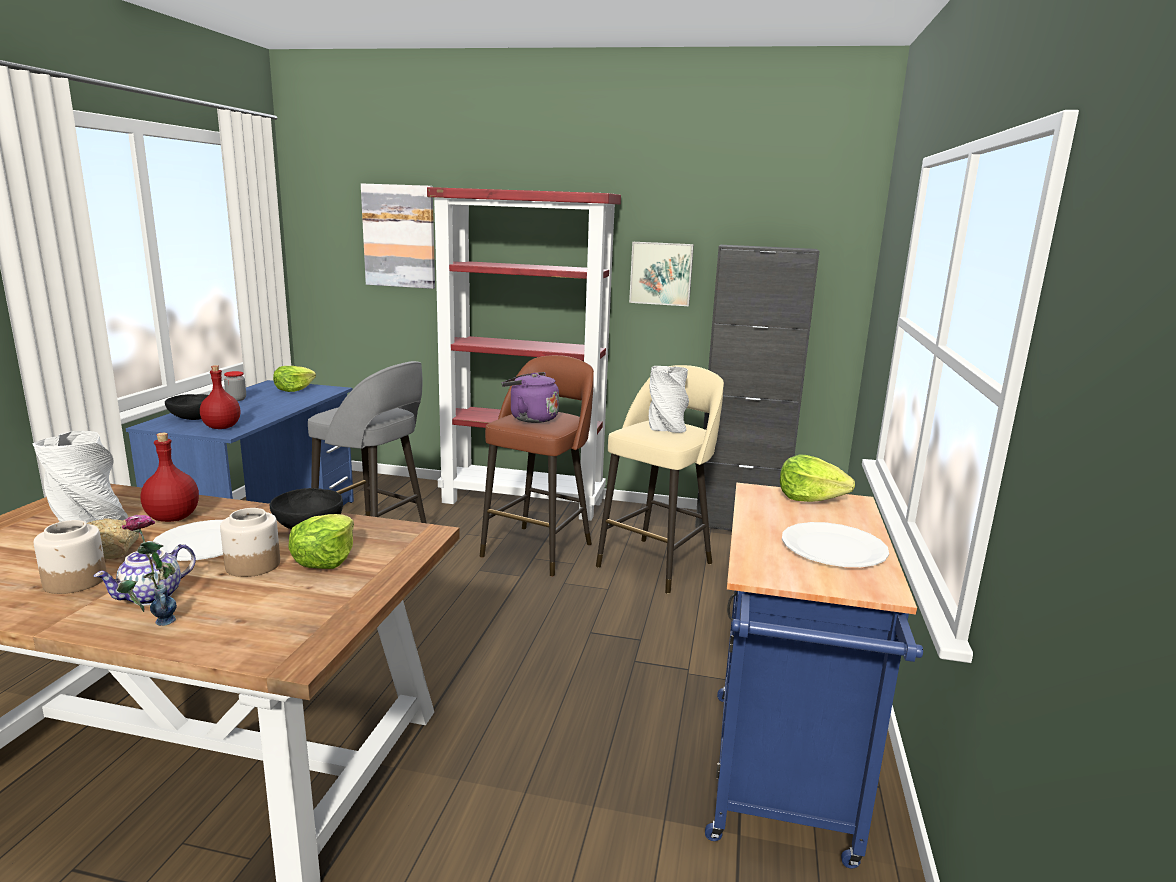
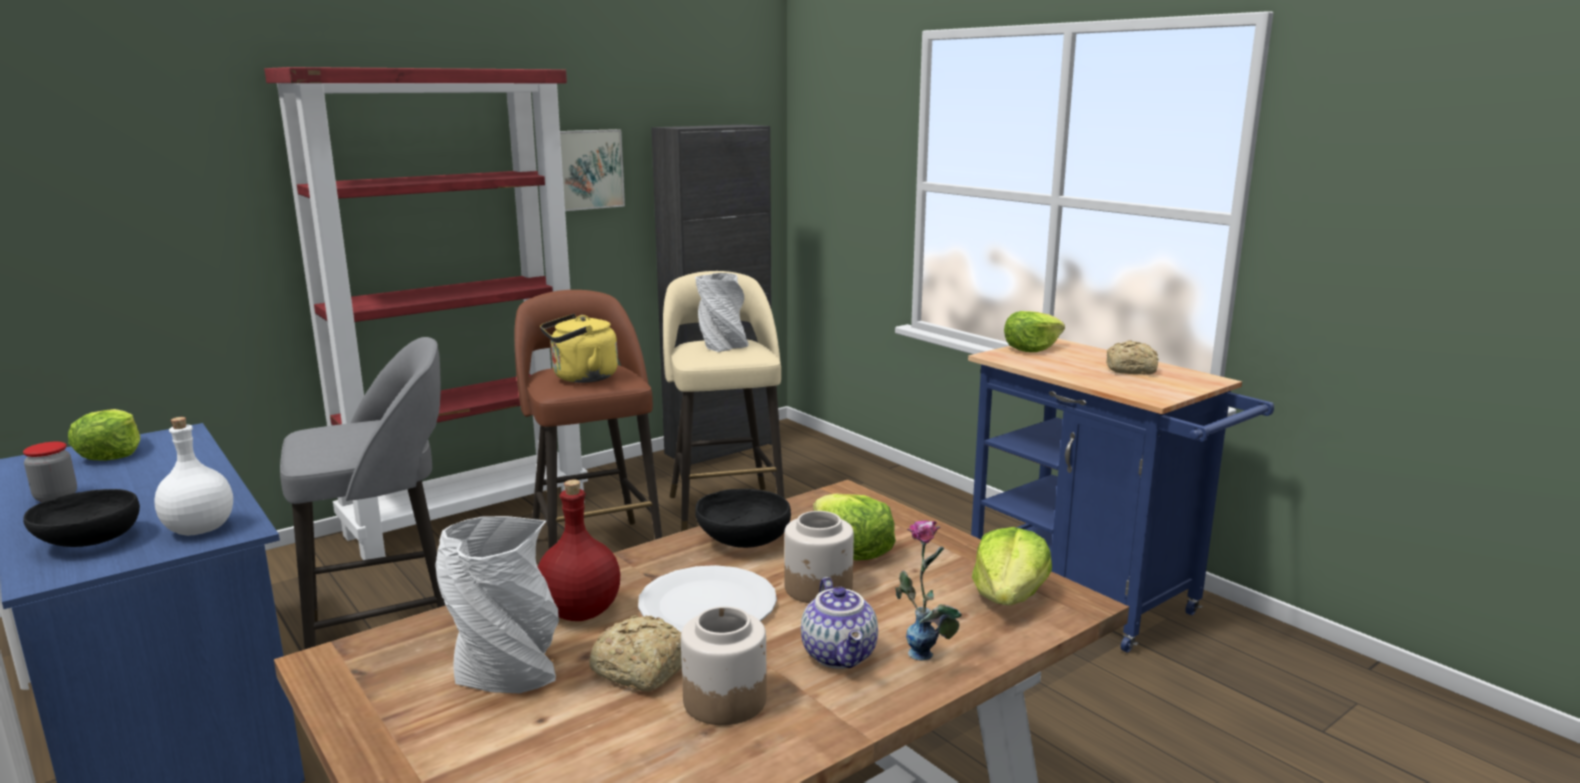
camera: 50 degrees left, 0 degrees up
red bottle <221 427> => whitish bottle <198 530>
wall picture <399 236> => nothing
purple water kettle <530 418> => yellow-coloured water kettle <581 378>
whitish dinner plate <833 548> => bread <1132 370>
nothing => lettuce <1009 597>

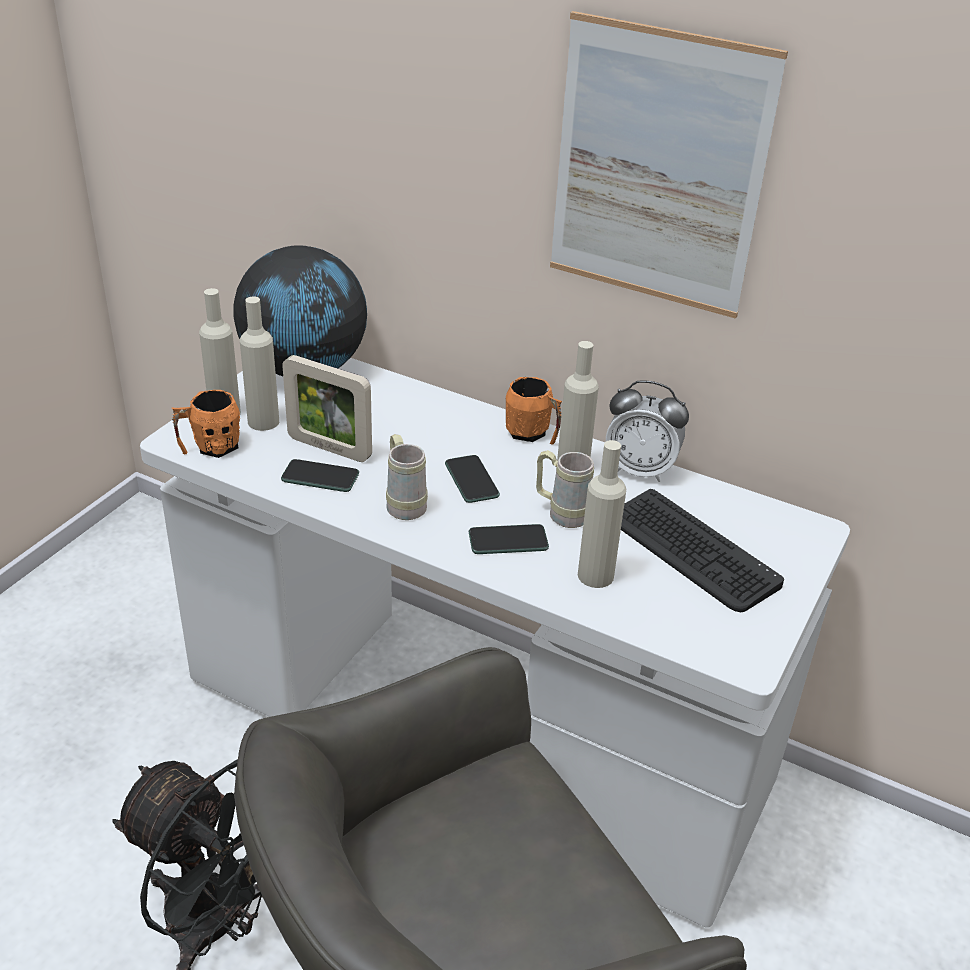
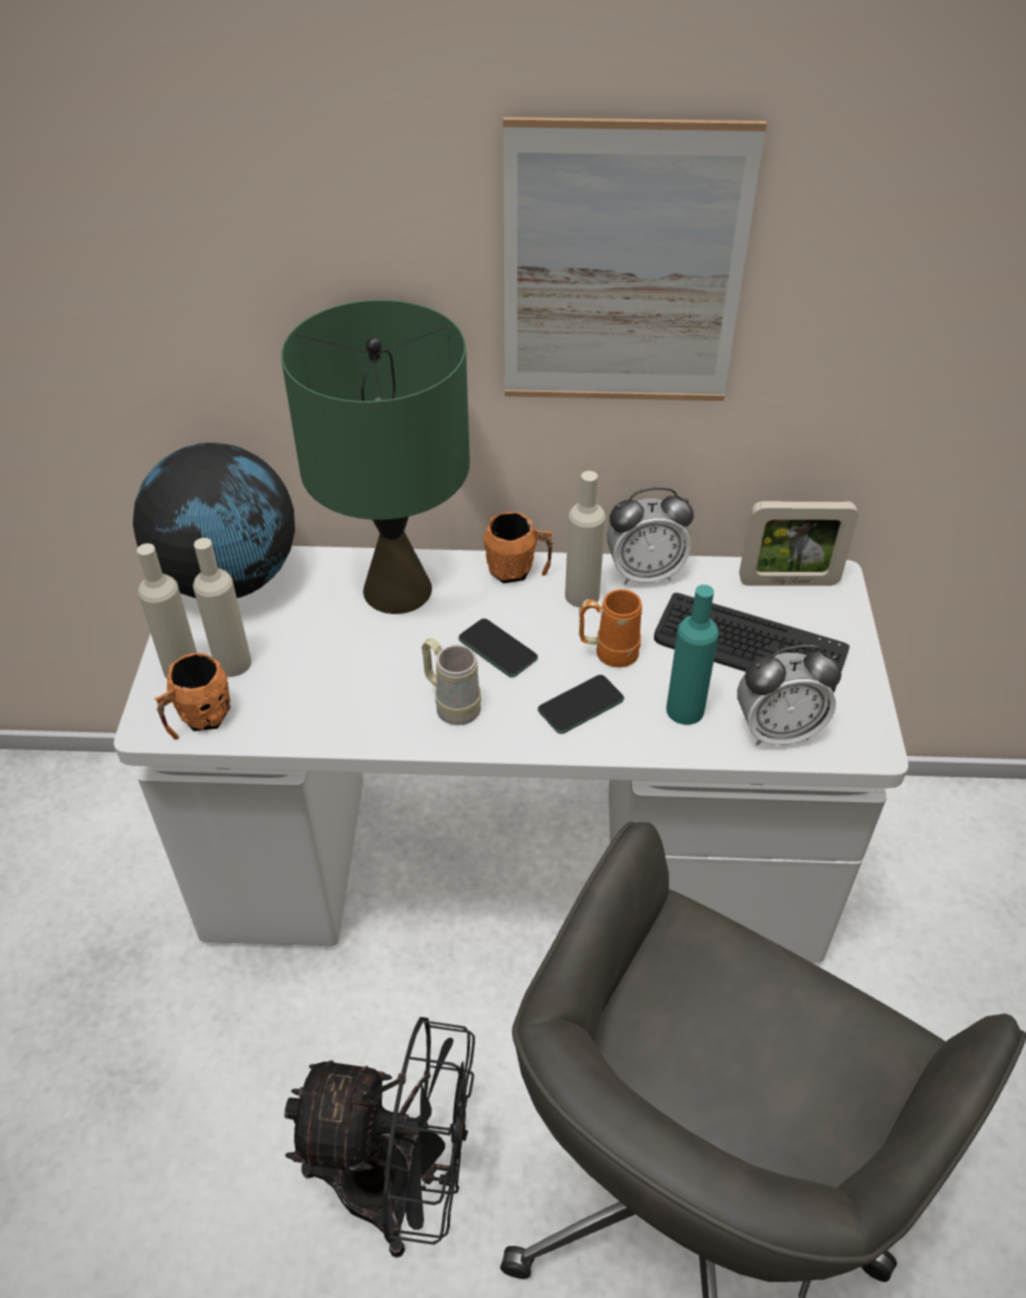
camera: 25 degrees left, 10 degrees up
telephone <320 477> => nothing
photo frame <329 448> => photo frame <788 582>, shifted
beige coffee mug <561 513> => orangey coffee mug <607 653>
beige bottle <595 575> => turquoise-coloured bottle <685 710>
nothing => greenish table lamp <398 590>
nothing => bedside clock <777 731>

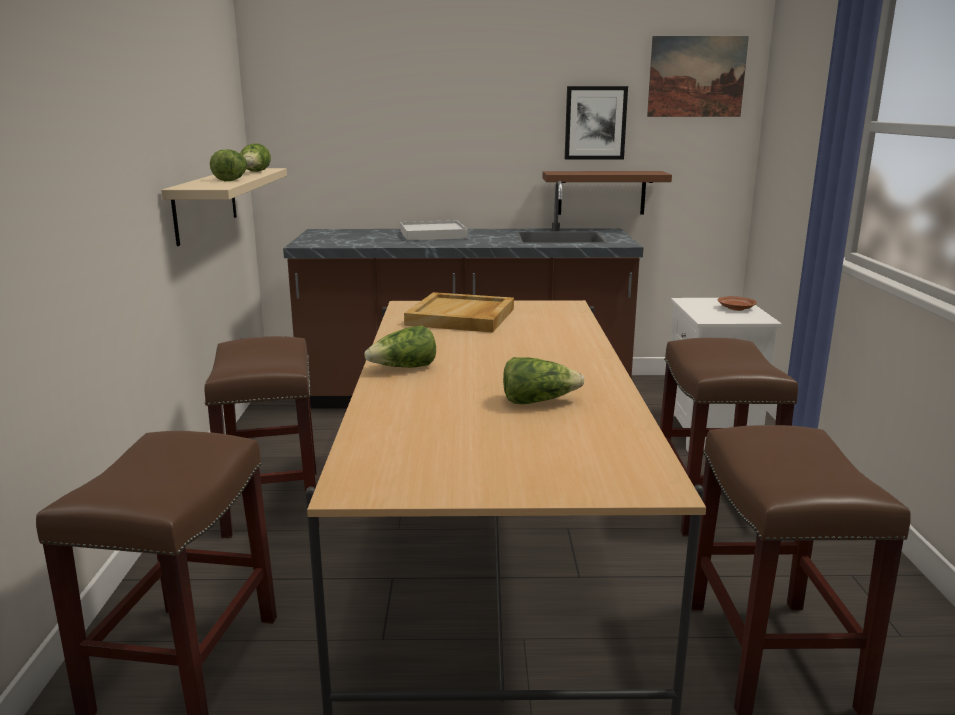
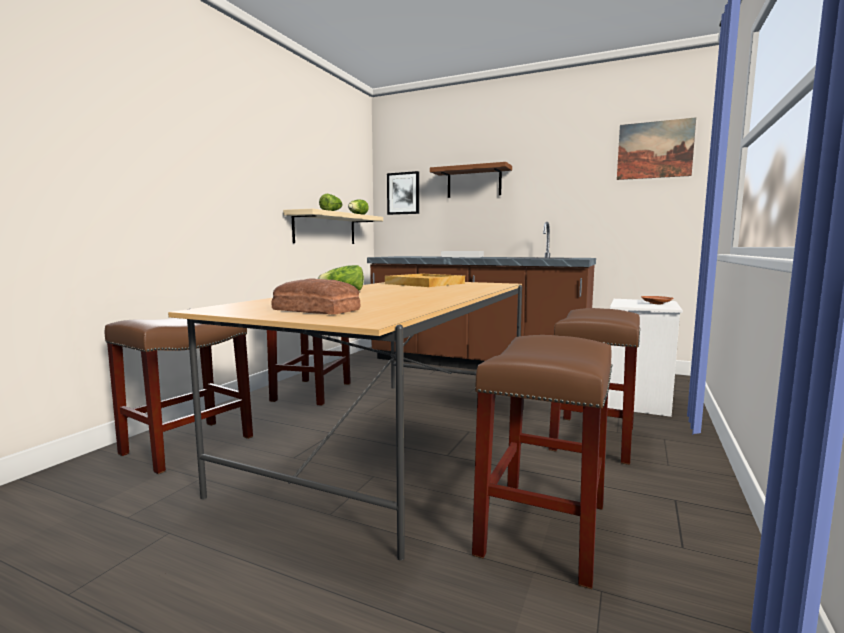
camera: 25 degrees right, 10 degrees down
lettuce <538 401> => nothing
brownish wall shelf <601 192> => brownish wall shelf <474 182>, shifted
wall picture <595 123> => wall picture <403 193>, shifted
nothing => bread <316 310>

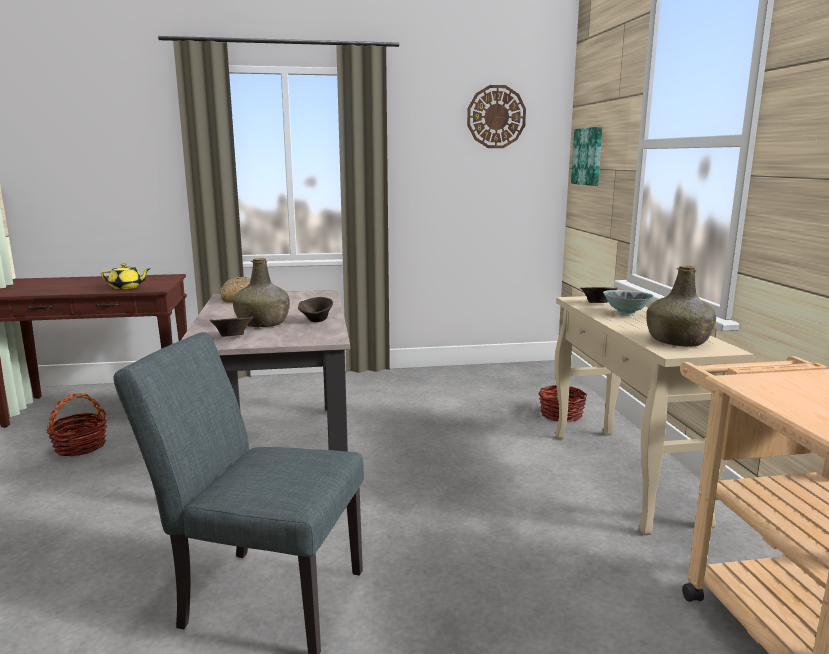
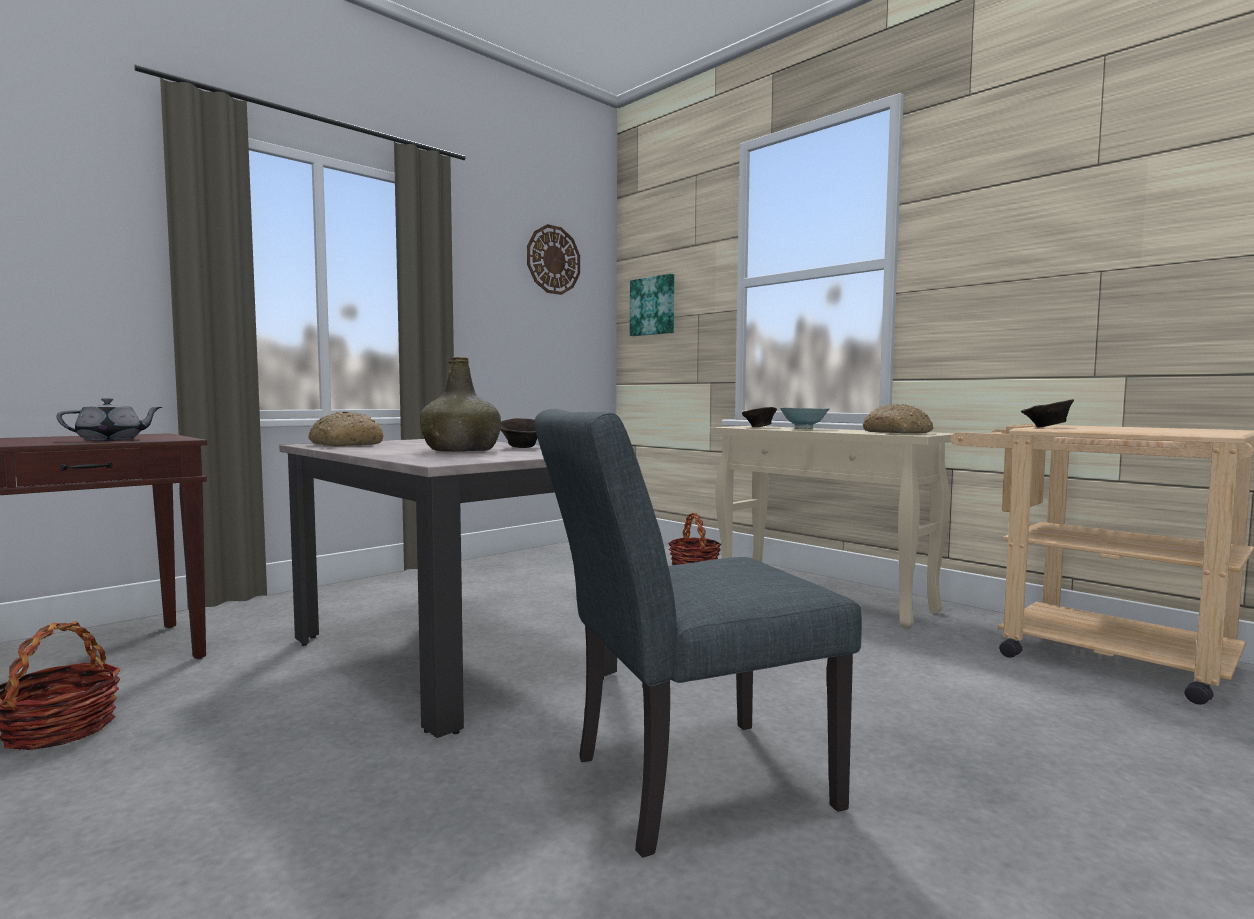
camera: 35 degrees left, 10 degrees down
yellow-coloured tea pot <127 287> => grey tea pot <111 440>
brownish deep dish <232 337> => brownish deep dish <1046 427>, shifted
greenish bottle <678 341> => bread <898 432>

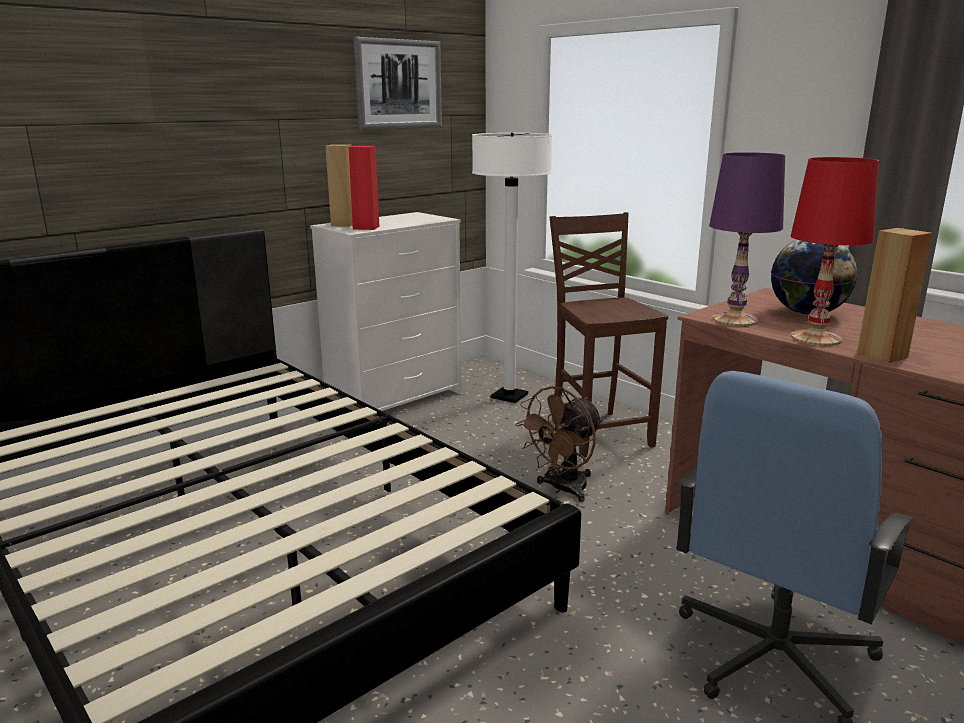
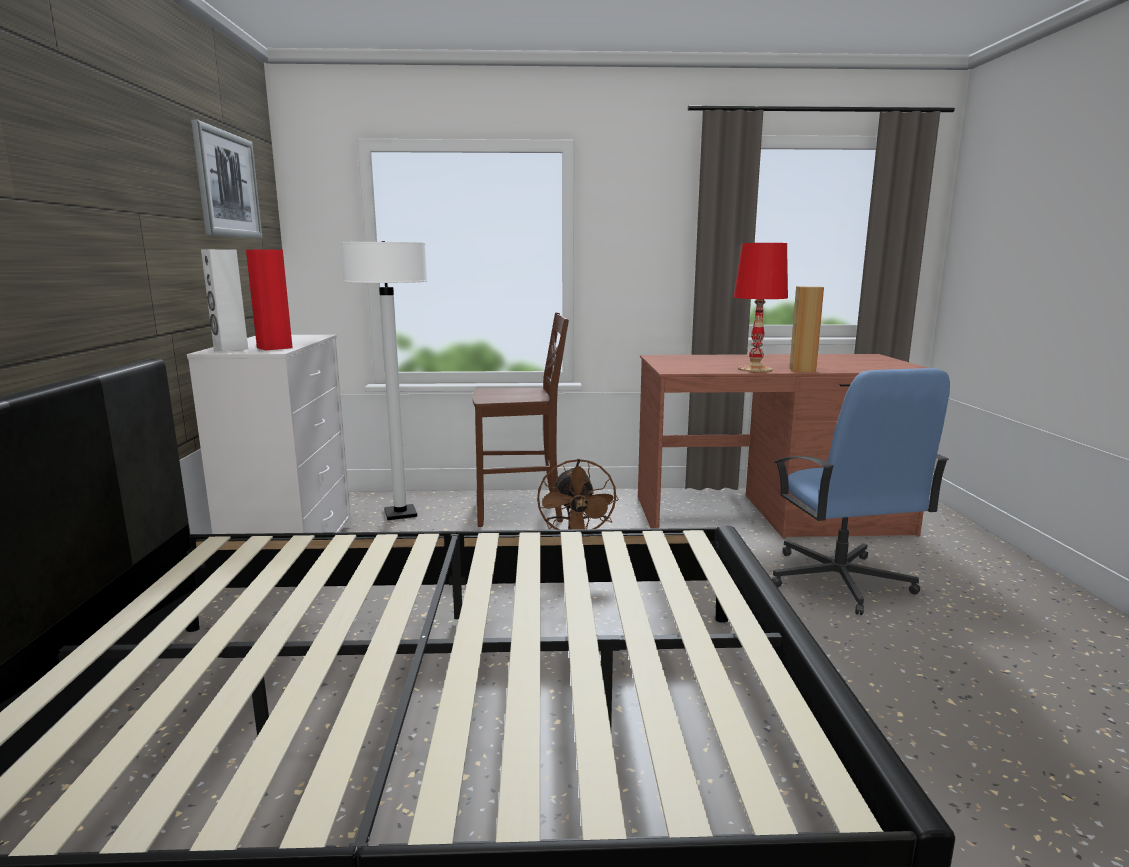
camera: 50 degrees left, 5 degrees down
brownish speaker <343 224> => whitish speaker <230 349>
brownish upright chair <599 432> => brownish upright chair <521 512>, 150 degrees clockwise
purple table lamp <735 319> => nothing
desk globe <807 313> => nothing

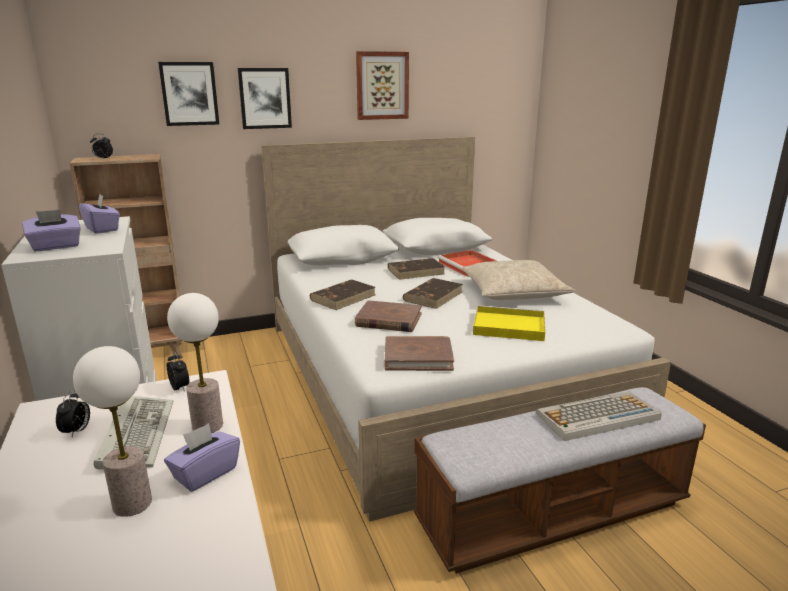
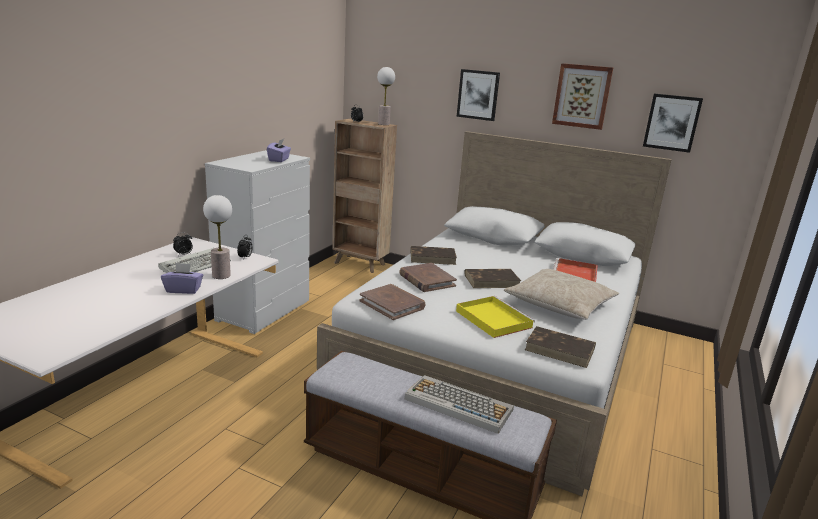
camera: 45 degrees right, 0 degrees up
purple tissue holder <56 246> => nothing
table lamp <133 503> => table lamp <384 124>, shifted
wall picture <189 94> => wall picture <672 122>, shifted
brownish volume <416 271> => brownish volume <560 349>, shifted

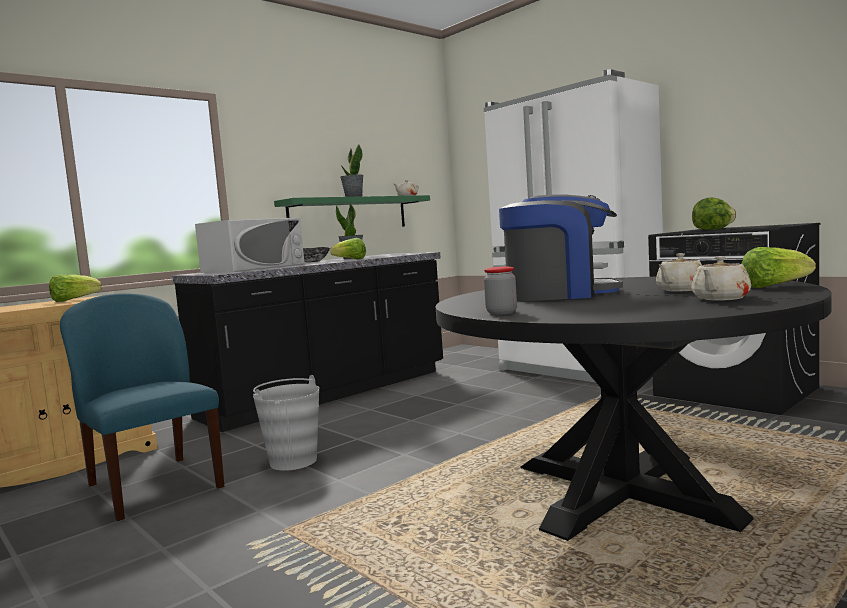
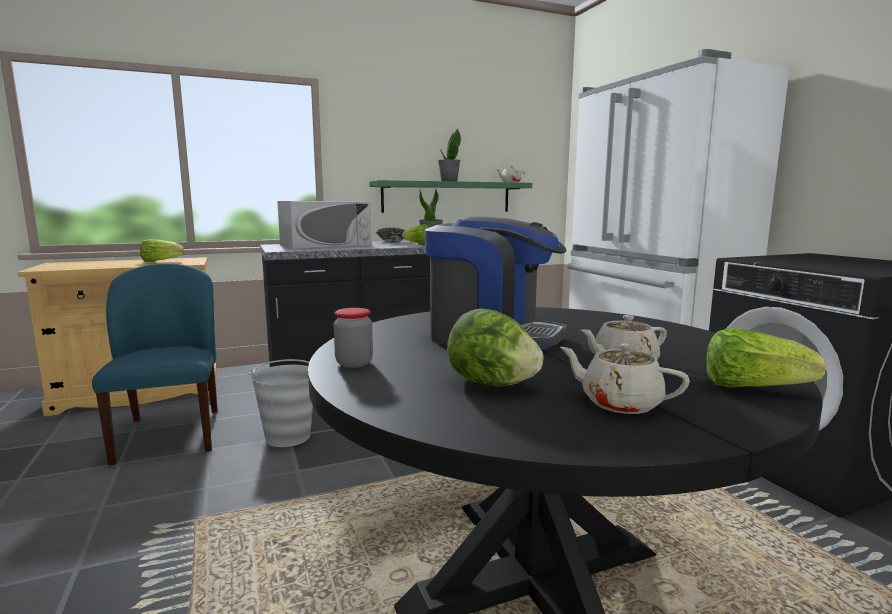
camera: 20 degrees right, 5 degrees up
beige tea pot <720 299> => beige tea pot <619 403>, 60 degrees clockwise
lettuce <713 229> => lettuce <491 384>, shifted

